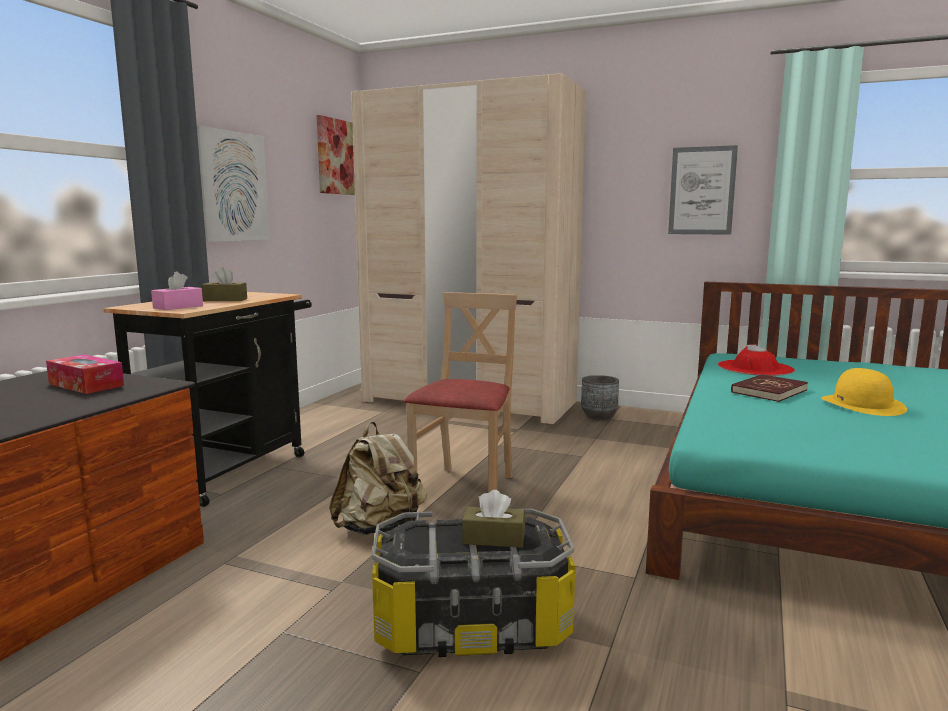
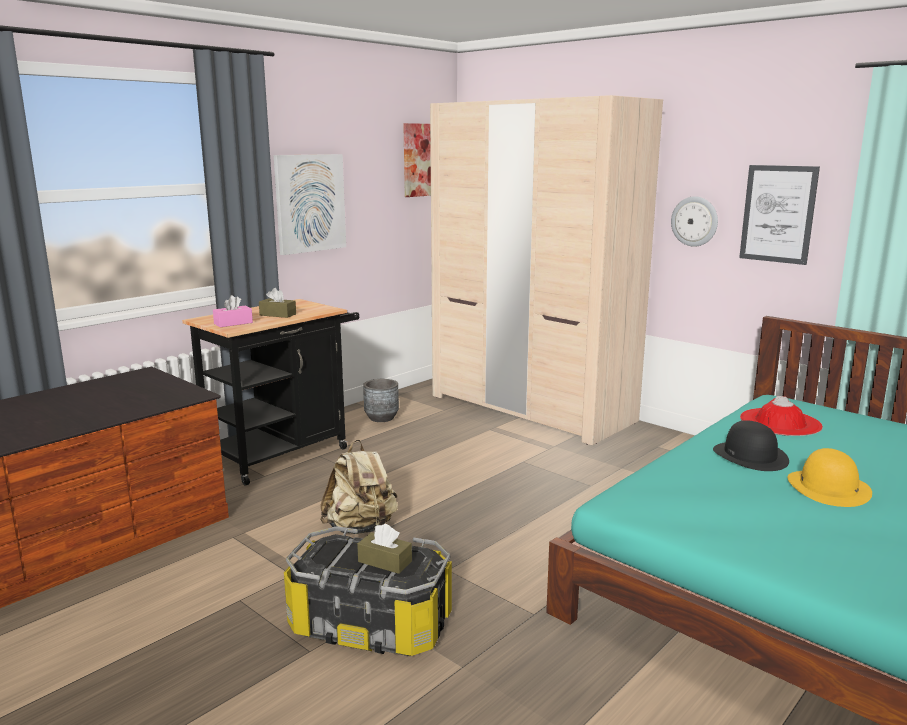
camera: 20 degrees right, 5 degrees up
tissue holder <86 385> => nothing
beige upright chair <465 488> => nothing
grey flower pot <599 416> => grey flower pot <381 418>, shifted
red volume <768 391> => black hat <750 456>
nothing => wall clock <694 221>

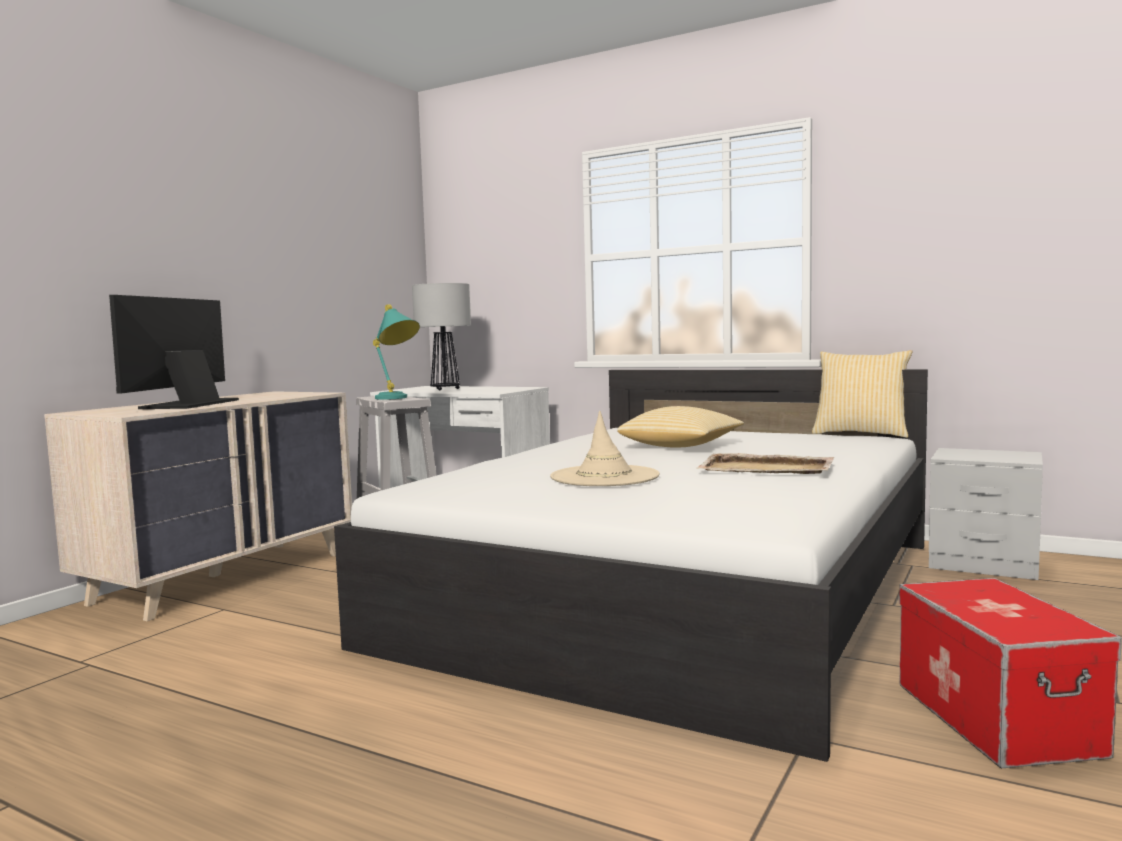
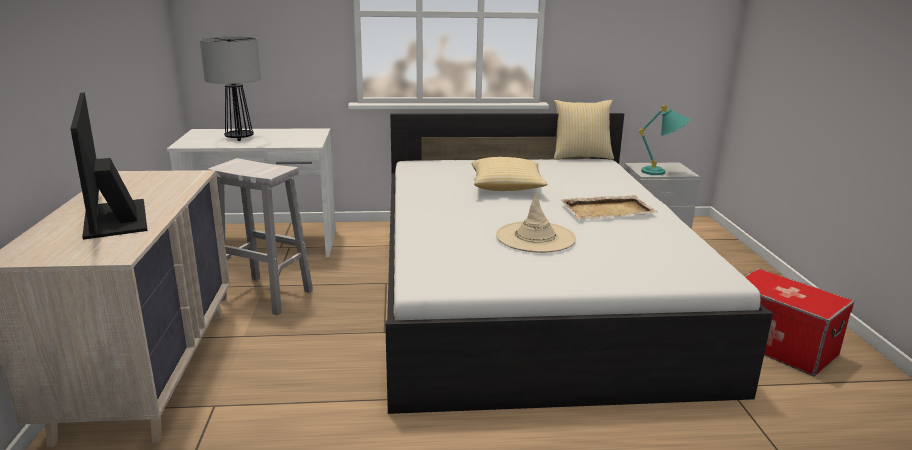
camera: 35 degrees left, 15 degrees up
turquoise-coloured table lamp <397 398> => turquoise-coloured table lamp <662 172>, shifted

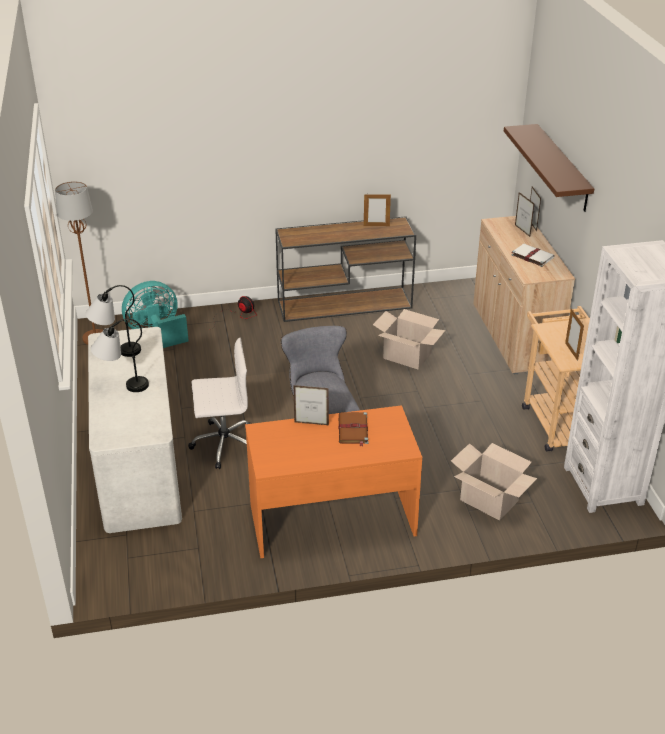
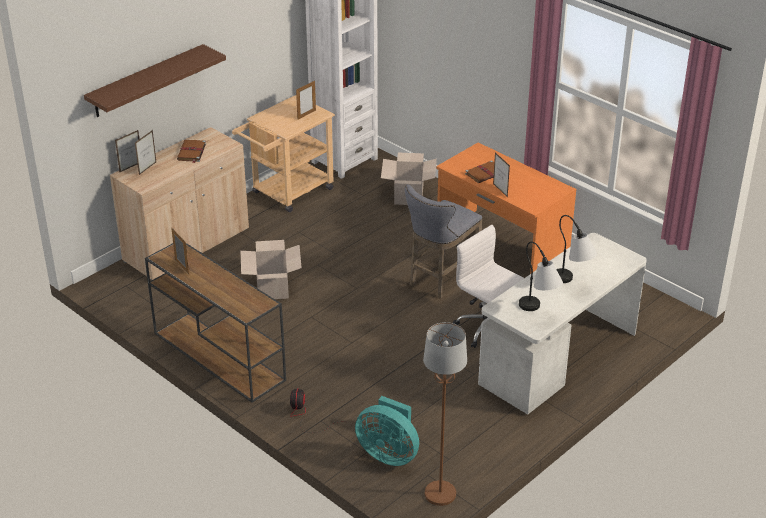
camera: 125 degrees left, 0 degrees up
whitish volume <531 256> => brownish volume <191 152>

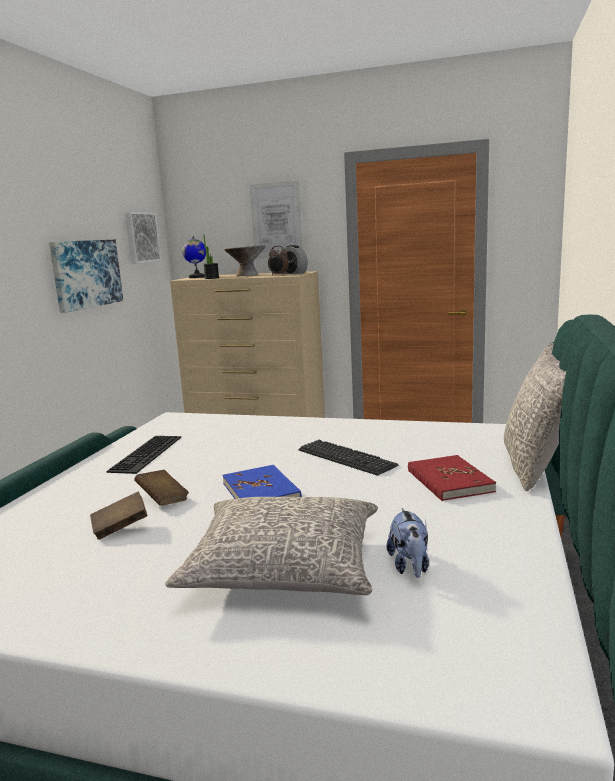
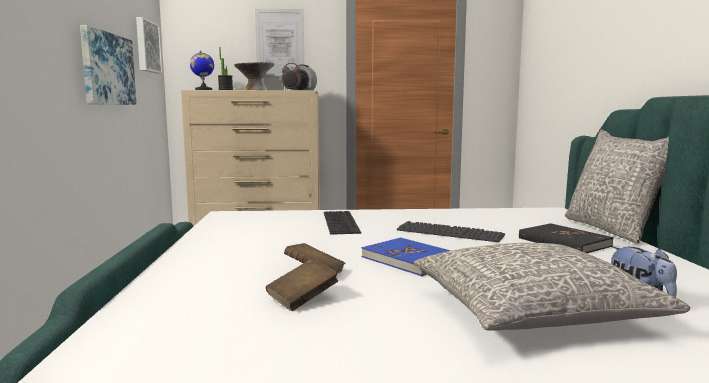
camera: 20 degrees left, 5 degrees down
computer keyboard <148 454> => computer keyboard <342 222>, shifted
red volume <449 481> => black volume <564 242>

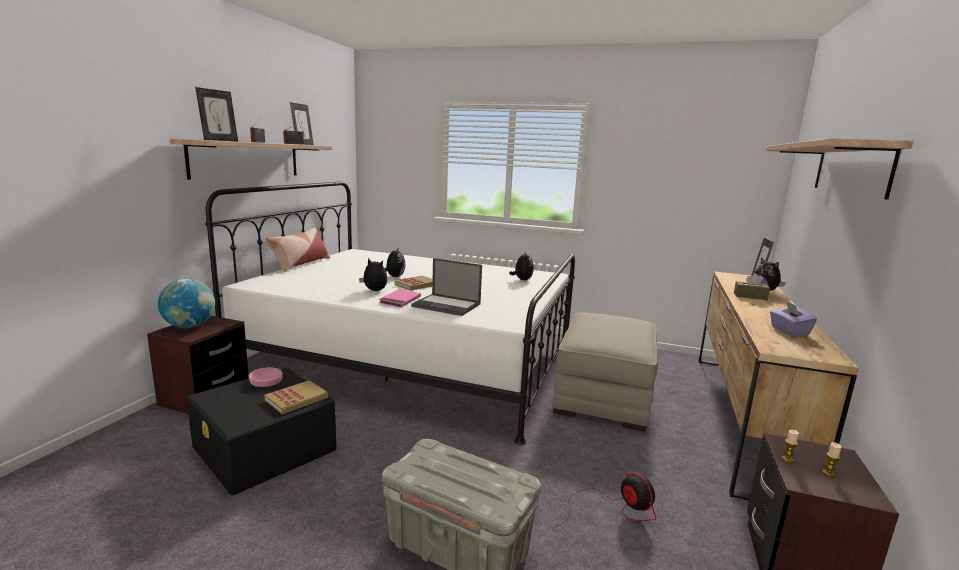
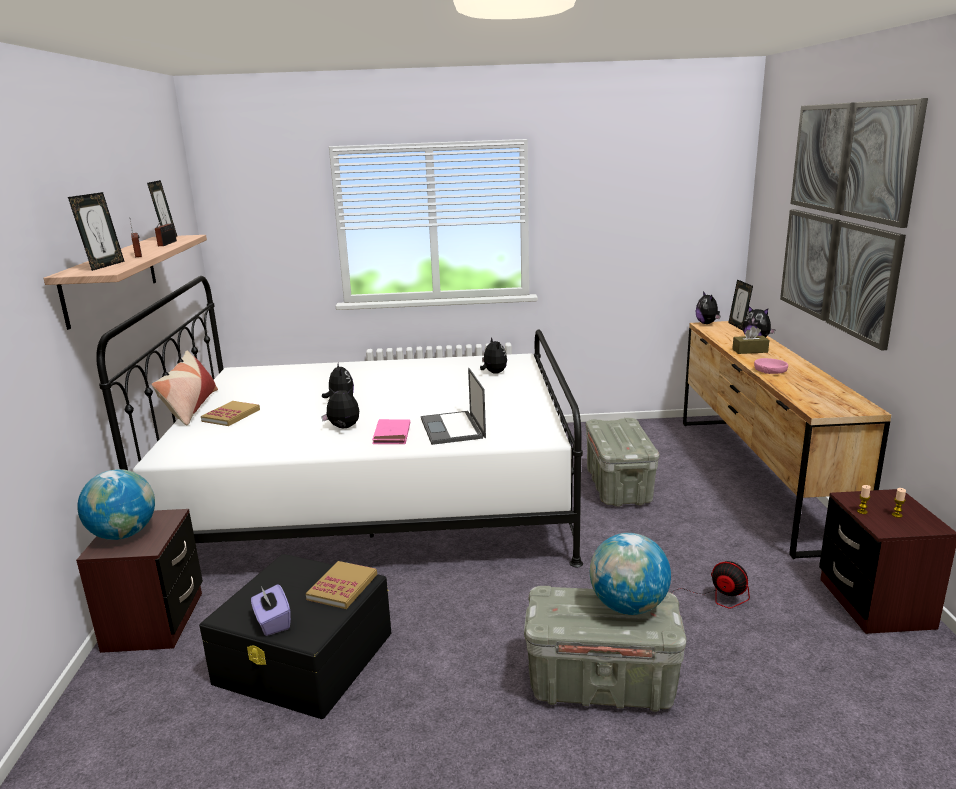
camera: 20 degrees left, 5 degrees up
pink deep dish <266 381> => pink deep dish <770 370>, shifted
volume <416 285> => volume <231 415>, shifted
portable computer <447 305> => portable computer <453 428>, 75 degrees clockwise
beige footrest <603 393> => grey storage container <618 487>
wall shelf <851 169> => wall picture <843 217>
purple tissue holder <788 330> => purple tissue holder <272 622>, shifted
nothing => desk globe <628 606>
nothing => plush toy <707 323>

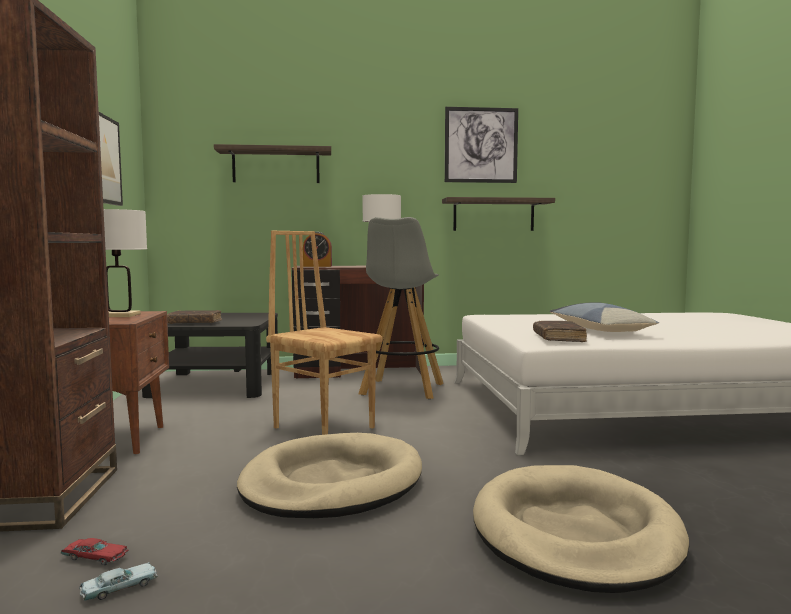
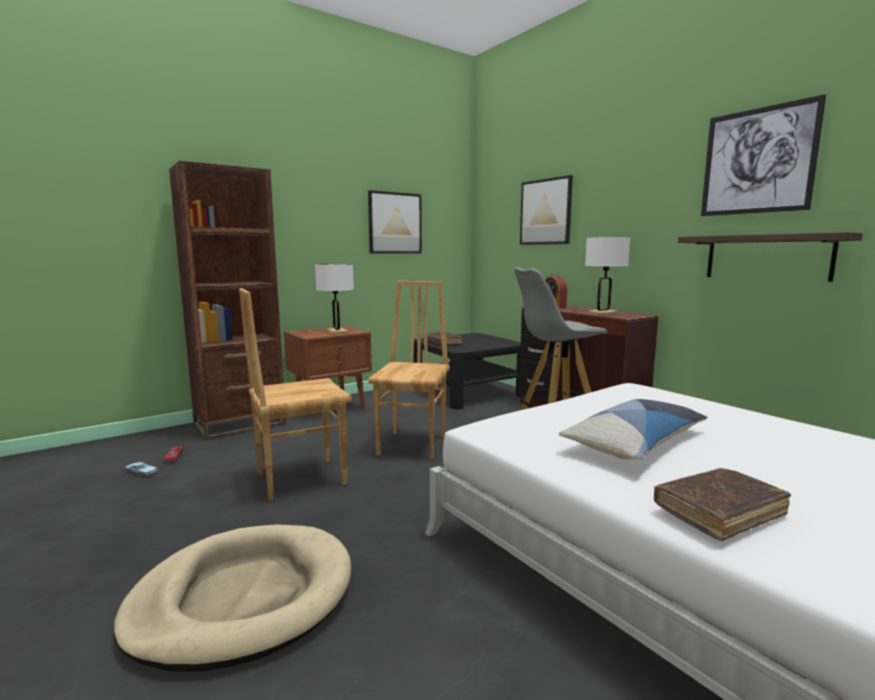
camera: 60 degrees right, 5 degrees up
wall shelf <276 166> => wall picture <545 212>
beige dog bed <332 483> => brownish upright chair <300 478>
brownish volume <558 338> => brownish volume <719 512>, shifted

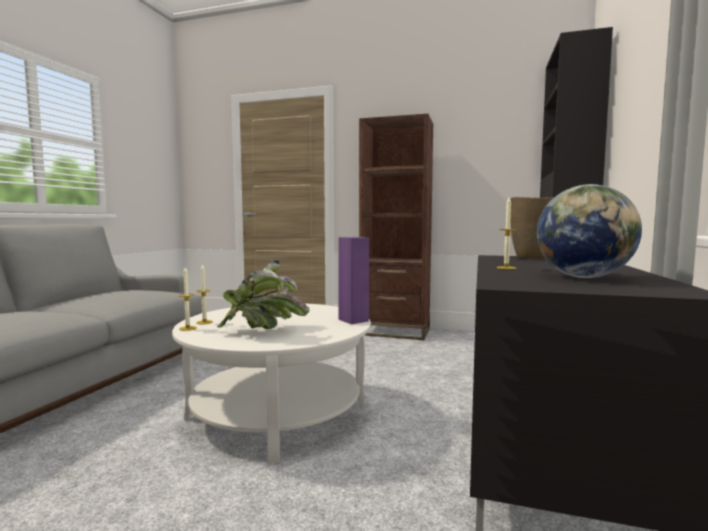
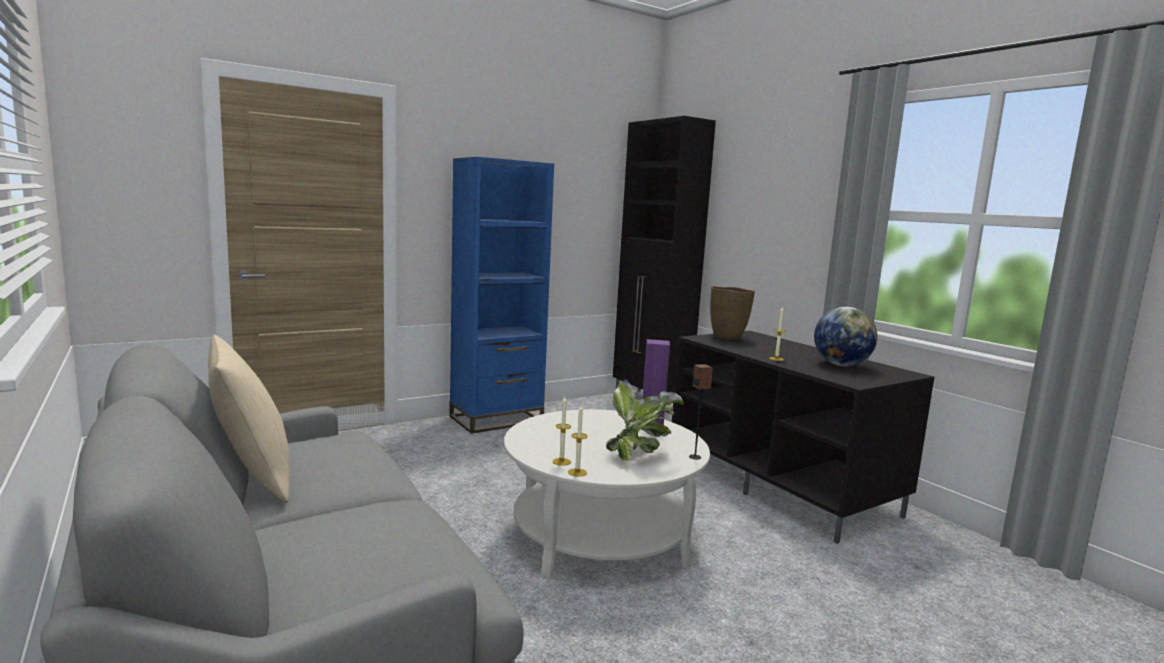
camera: 50 degrees left, 5 degrees up
brownish bookcase <395 331> => blue-coloured bookcase <496 419>
nothing => beige pillow <252 478>
nothing => speaker <695 457>

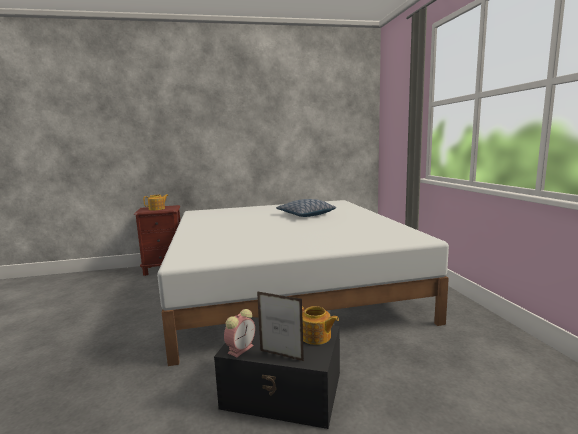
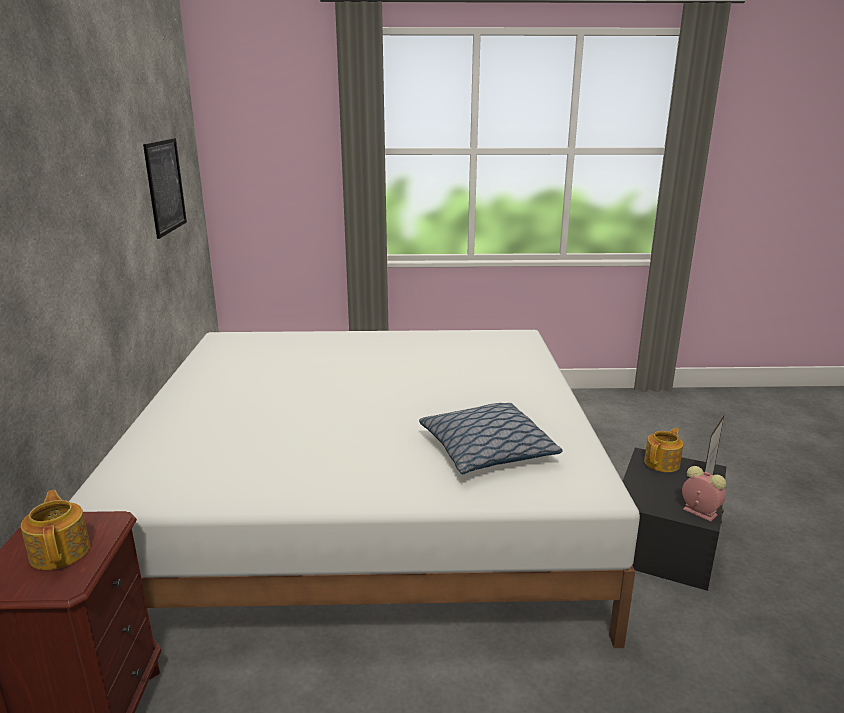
camera: 80 degrees left, 10 degrees up
pillow <305 215> => pillow <487 451>, shifted
nothing => wall picture <165 186>

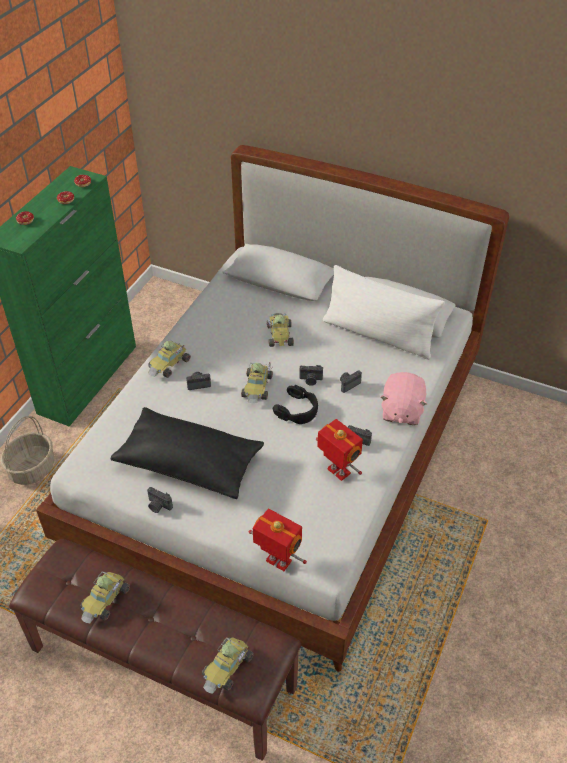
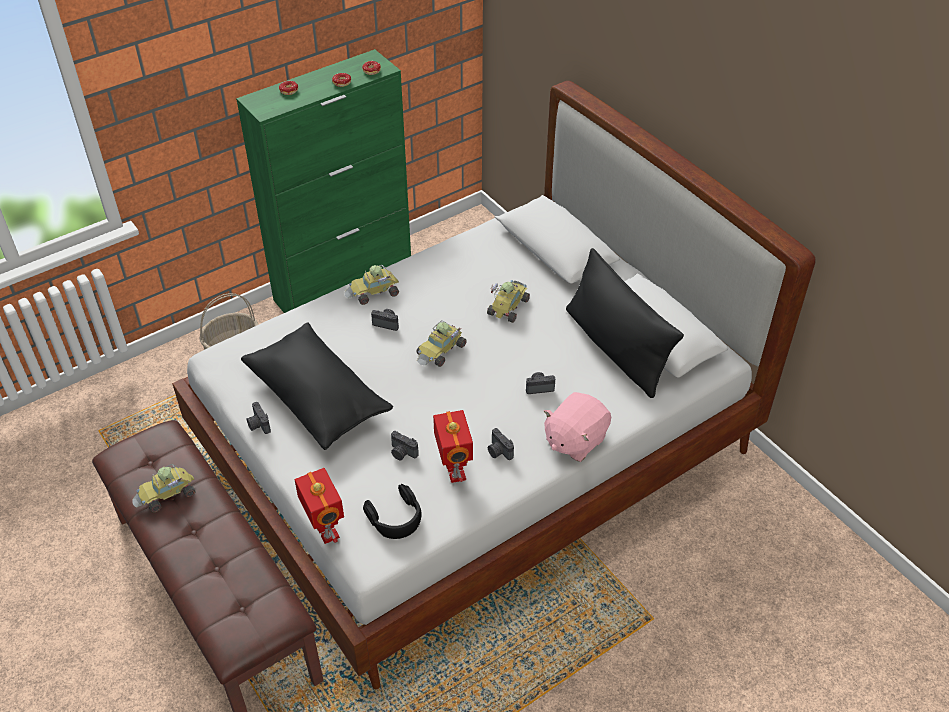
camera: 30 degrees right, 0 degrees up
miniature car <228 667> => nothing
black headset <297 410> => black headset <395 518>, shifted
photo camera <310 380> => photo camera <402 453>, shifted
whitish pillow <378 335> => black pillow <615 348>

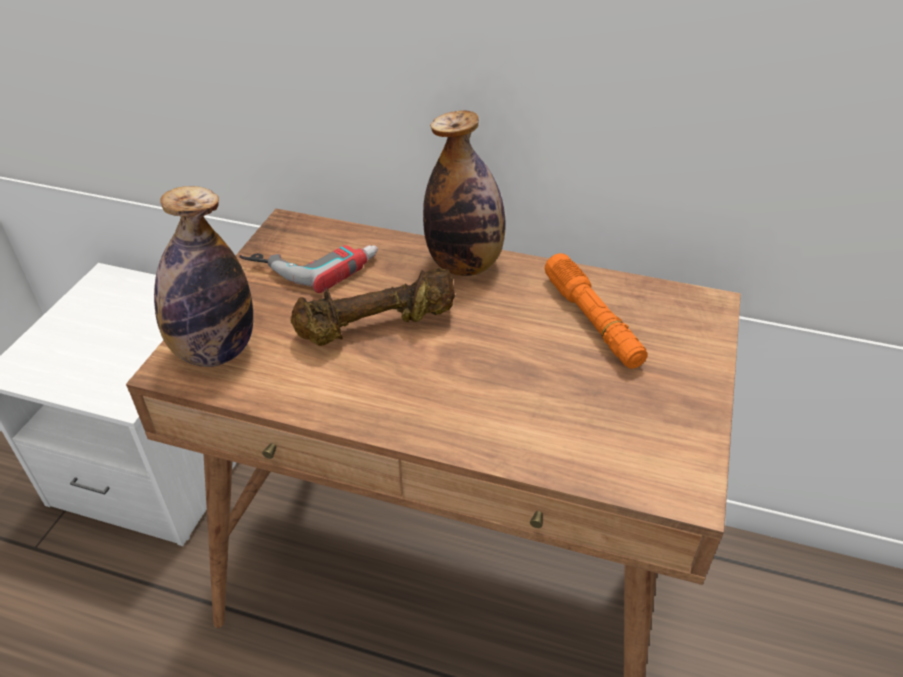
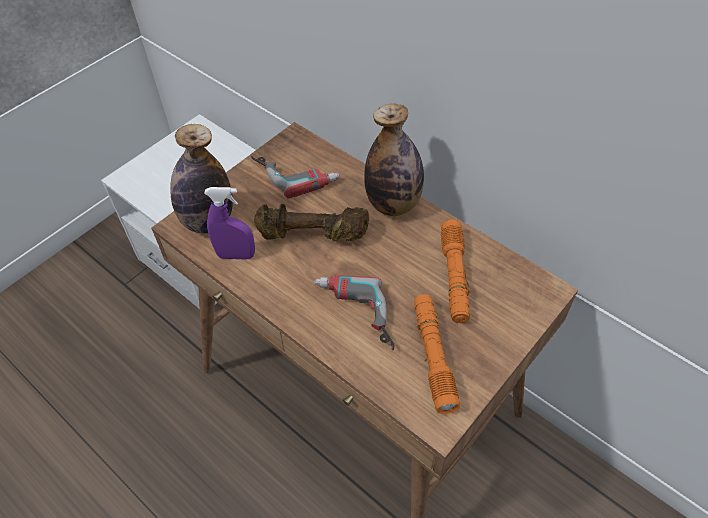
camera: 25 degrees right, 10 degrees up
nothing => purple spray bottle <236 255>
nothing => drill <353 316>
nothing => orangey torch <433 356>

